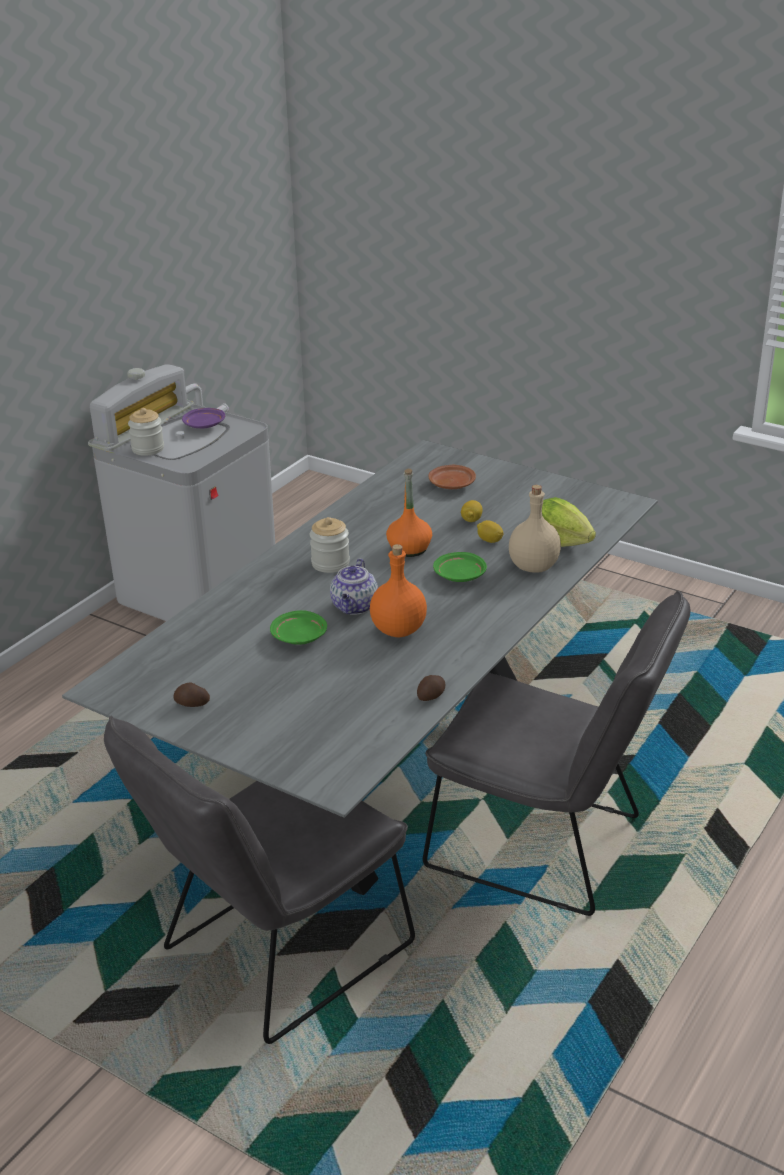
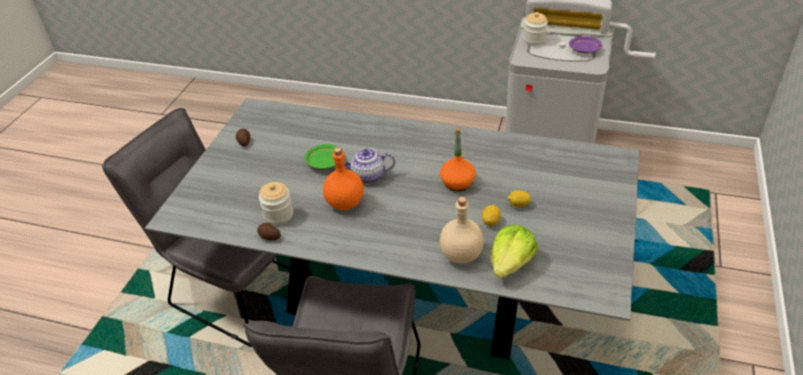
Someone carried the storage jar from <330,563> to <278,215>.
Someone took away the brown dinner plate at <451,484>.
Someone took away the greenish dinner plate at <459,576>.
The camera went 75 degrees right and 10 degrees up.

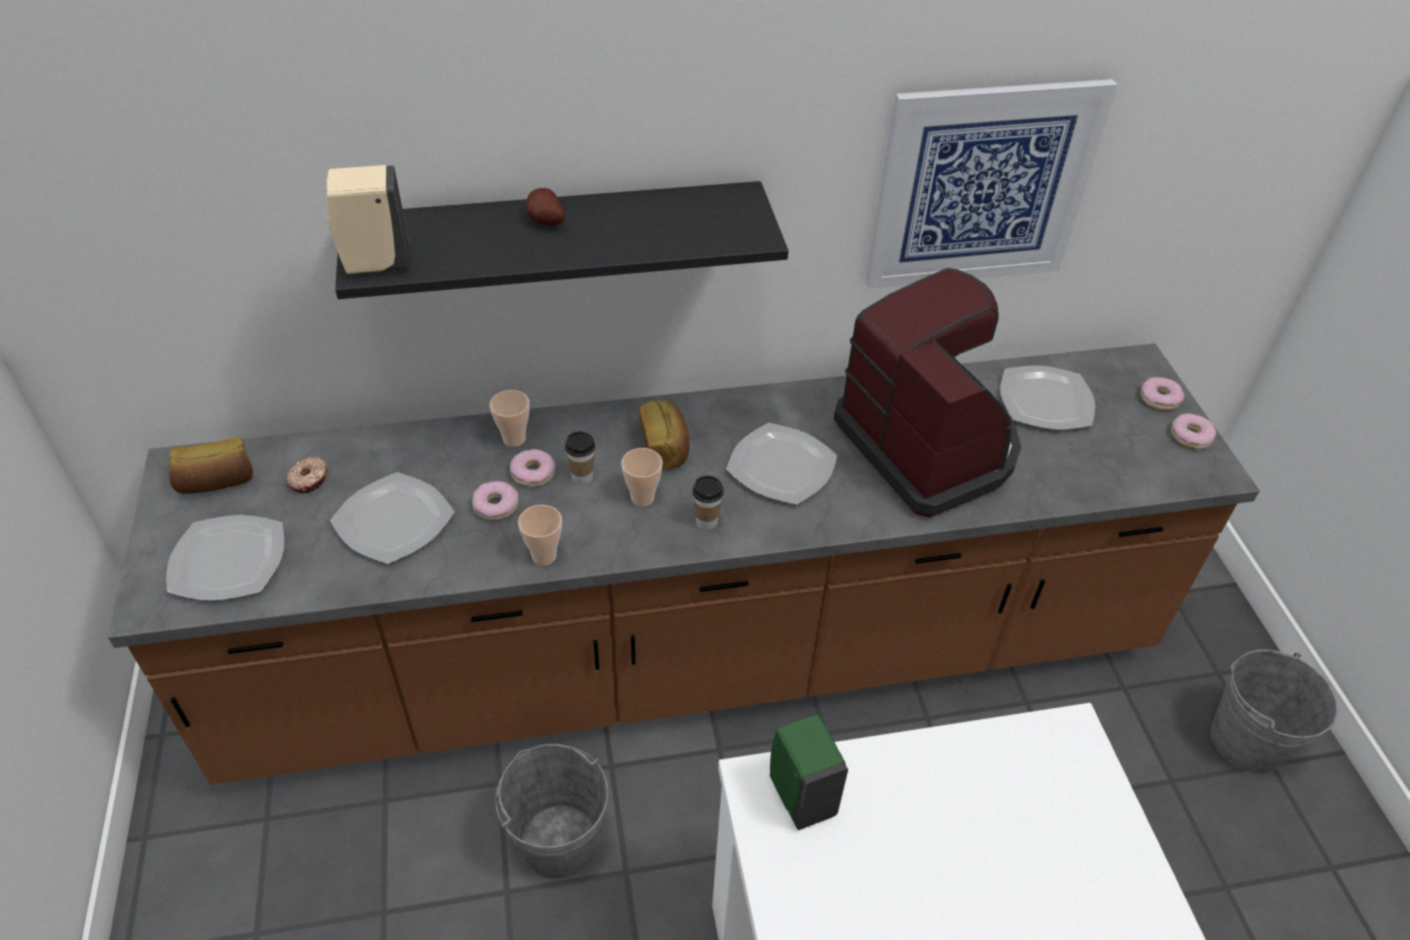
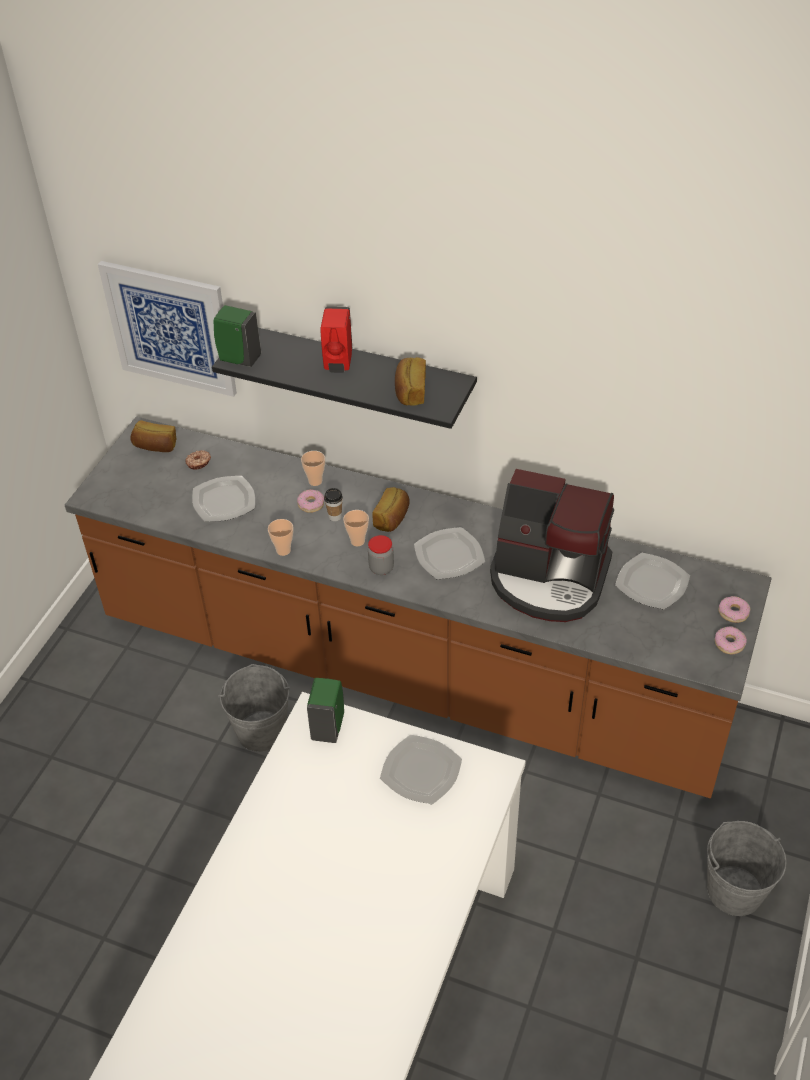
Someone carried the dinner plate from <227,560> to <420,770>.
Someone repainted the beige-coloured liquid soap bottle at <374,264>, which became the greenish liquid soap bottle at <239,359>.
Someone took away the donut at <496,506>.
Someone swapped the whole potato at <544,222> for the reddish liquid soap bottle at <338,363>.
Someone swapped the small cup at <706,521> for the storage jar at <381,568>.
Someone rotated the coffee machine at <929,445> by 105 degrees clockwise.
Someone carried the wall picture from <982,186> to <170,328>.
Someone put down the bread at <410,391>.
The camera went 35 degrees right and 0 degrees up.

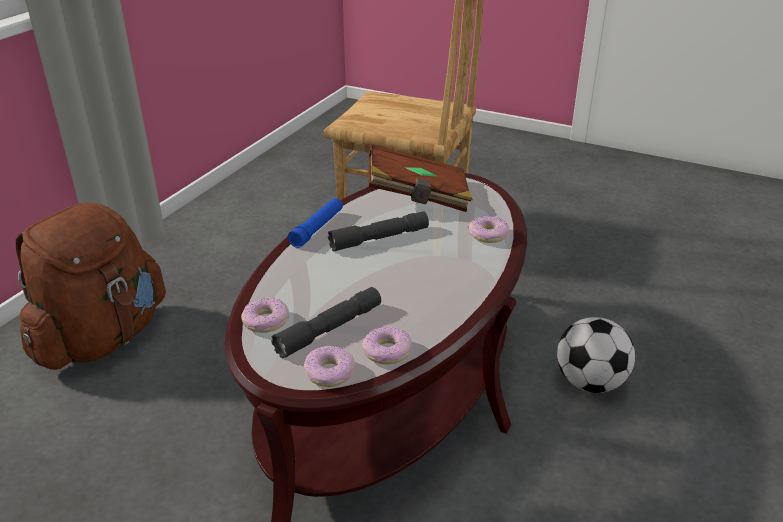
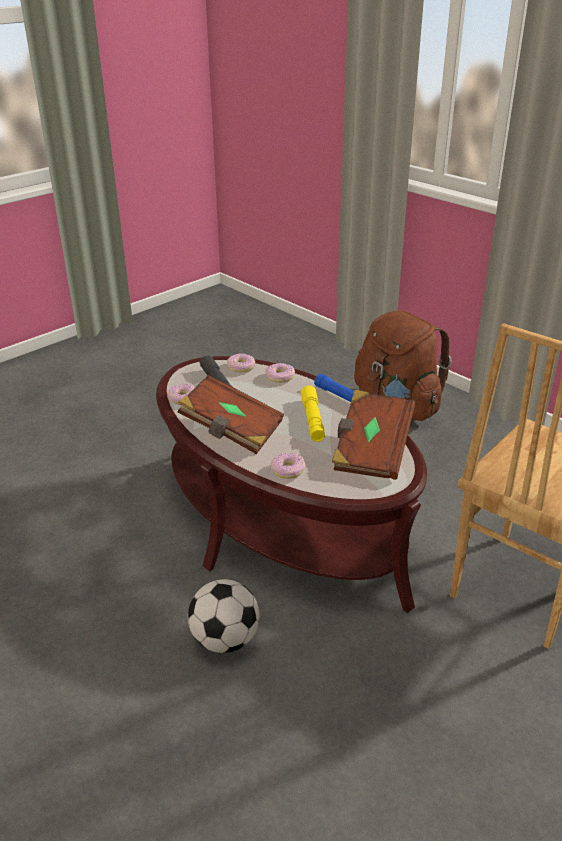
Someone carried the donut from <330,372> to <280,377>.
Someone repainted the greyish torch at <379,238>, which became the yellow torch at <312,420>.
Someone put down the brown volume at <231,430>.
The camera went 110 degrees right and 0 degrees up.

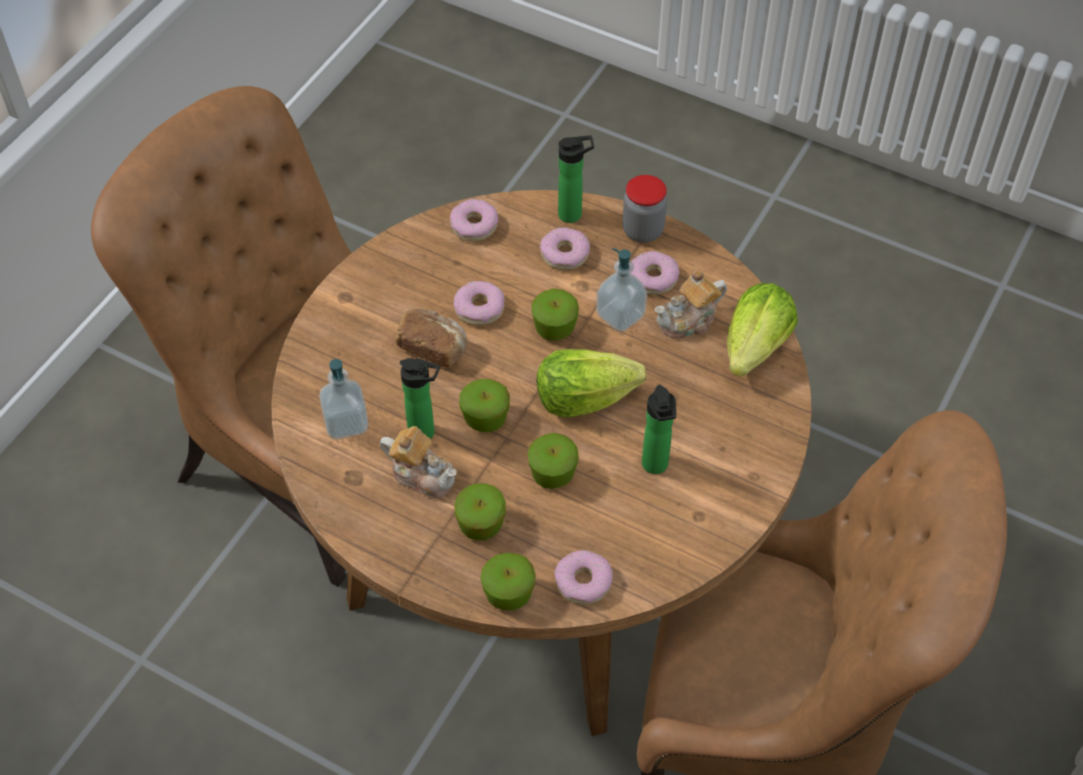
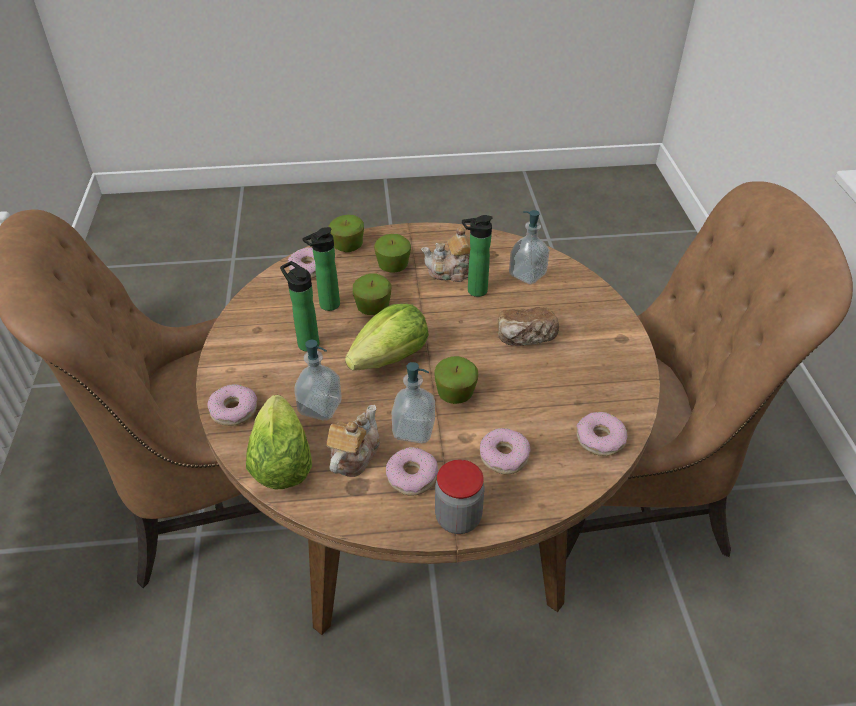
Someone carried the donut from <479,309> to <234,410>.
Someone took away the apple fruit at <485,419>.
Someone carried the bottle from <573,214> to <327,306>.
Someone put down the liquid soap bottle at <320,407>.
The camera went 145 degrees right and 10 degrees down.

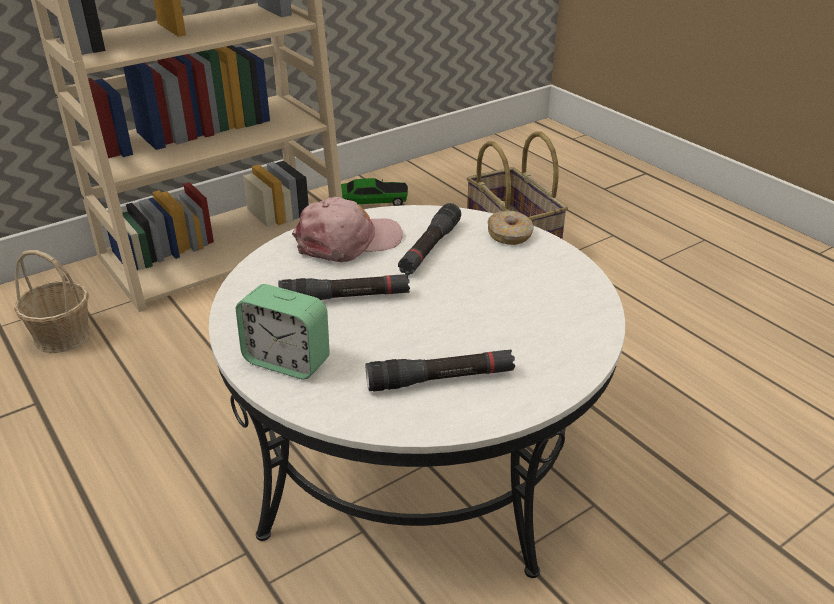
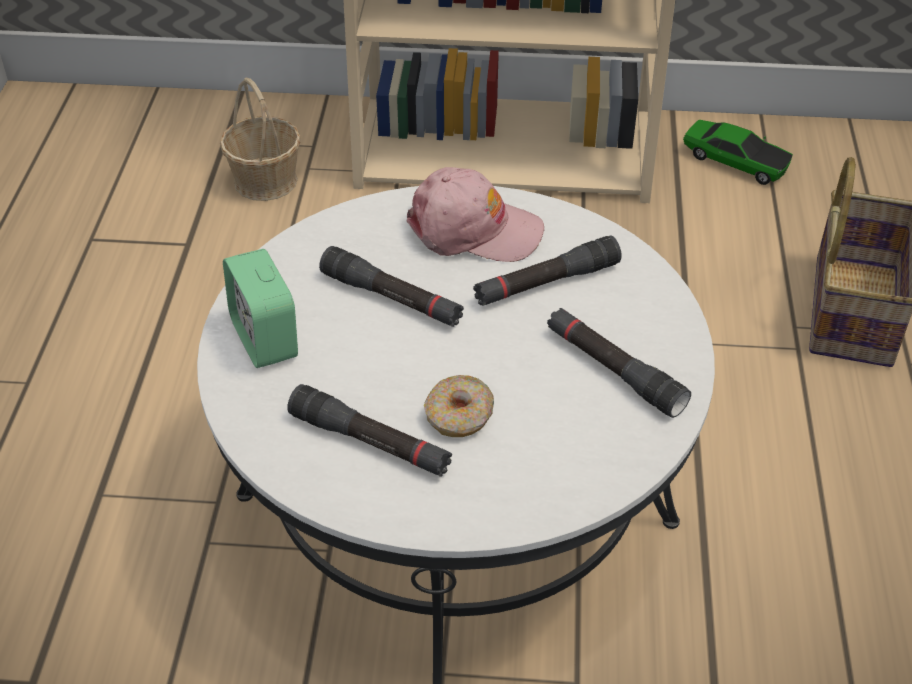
Someone carried the donut from <510,235> to <459,416>.
Someone put down the black-coloured torch at <614,370>.
The camera went 40 degrees right and 10 degrees up.

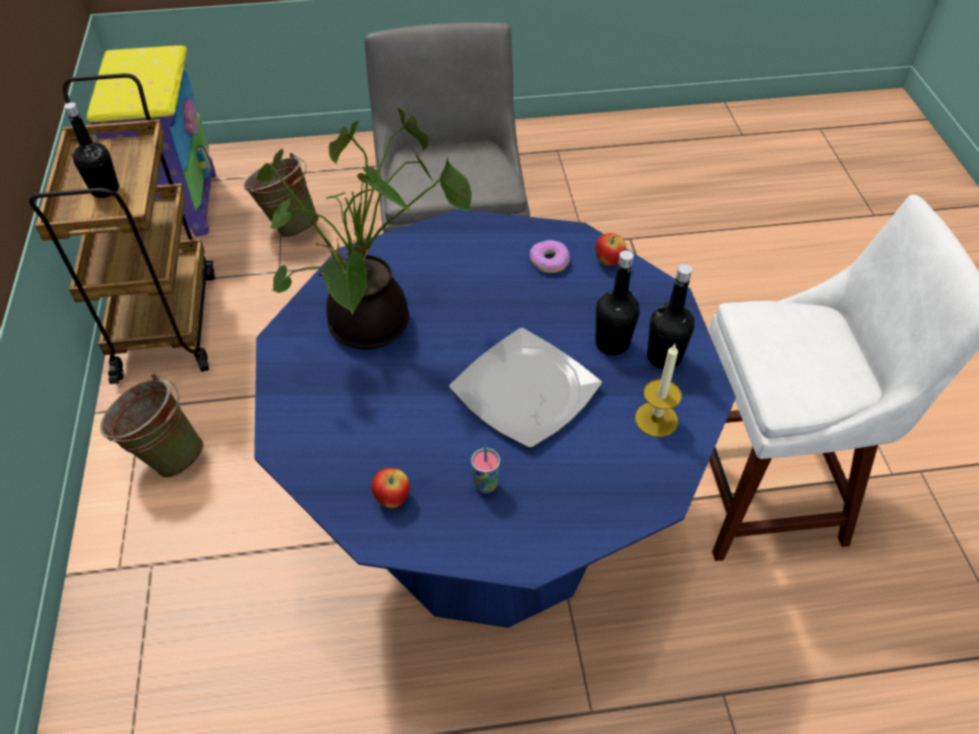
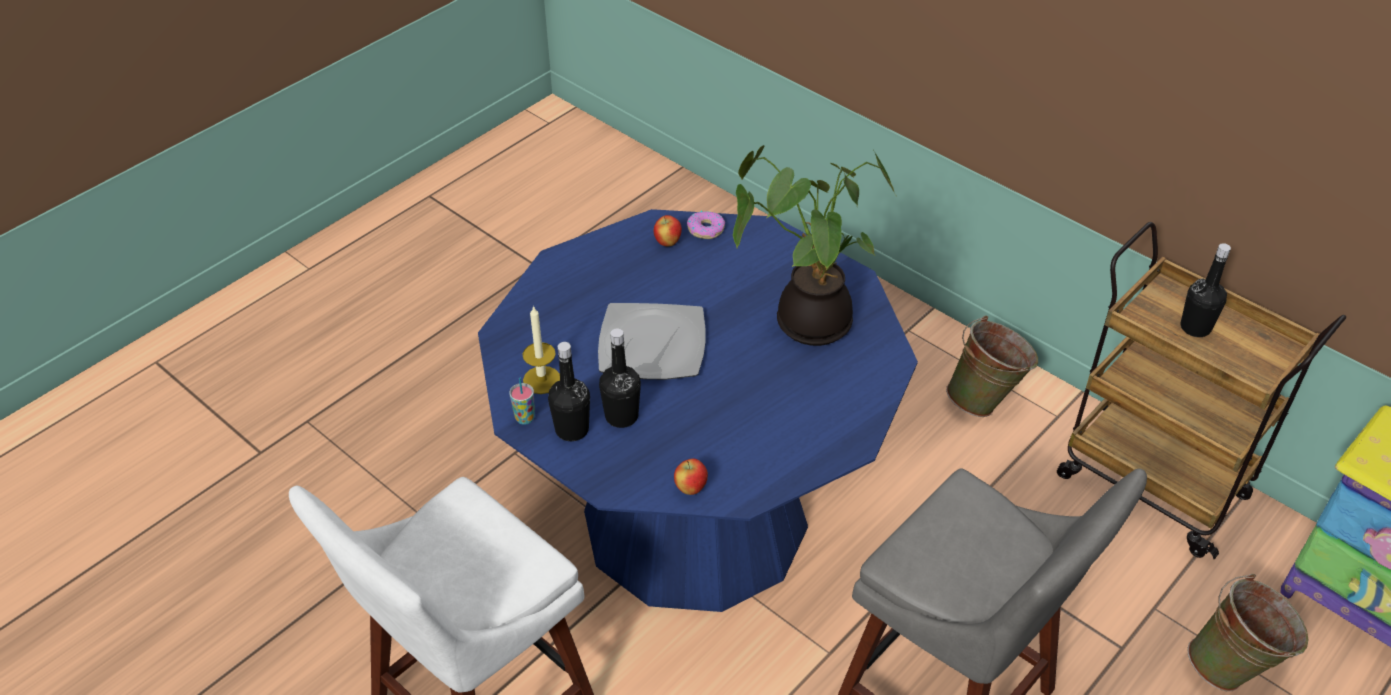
Someone carried the small cup from <485,485> to <525,418>.
Someone carried the donut from <549,261> to <706,229>.
The camera went 140 degrees right and 5 degrees down.

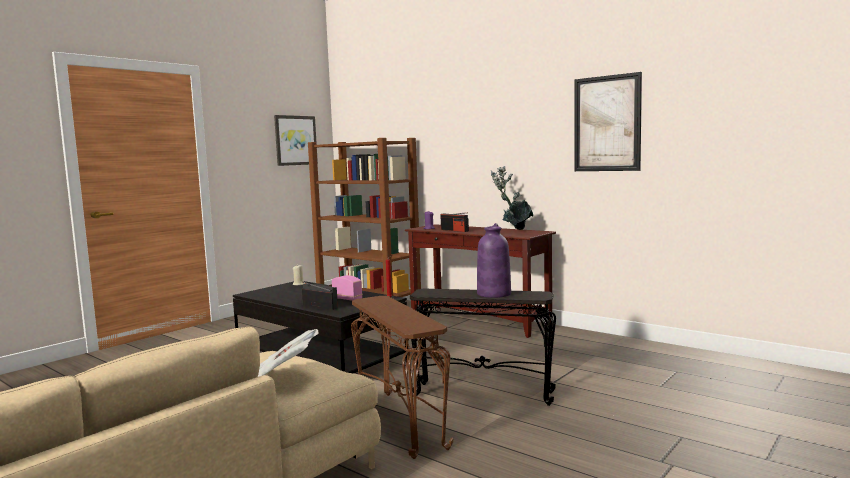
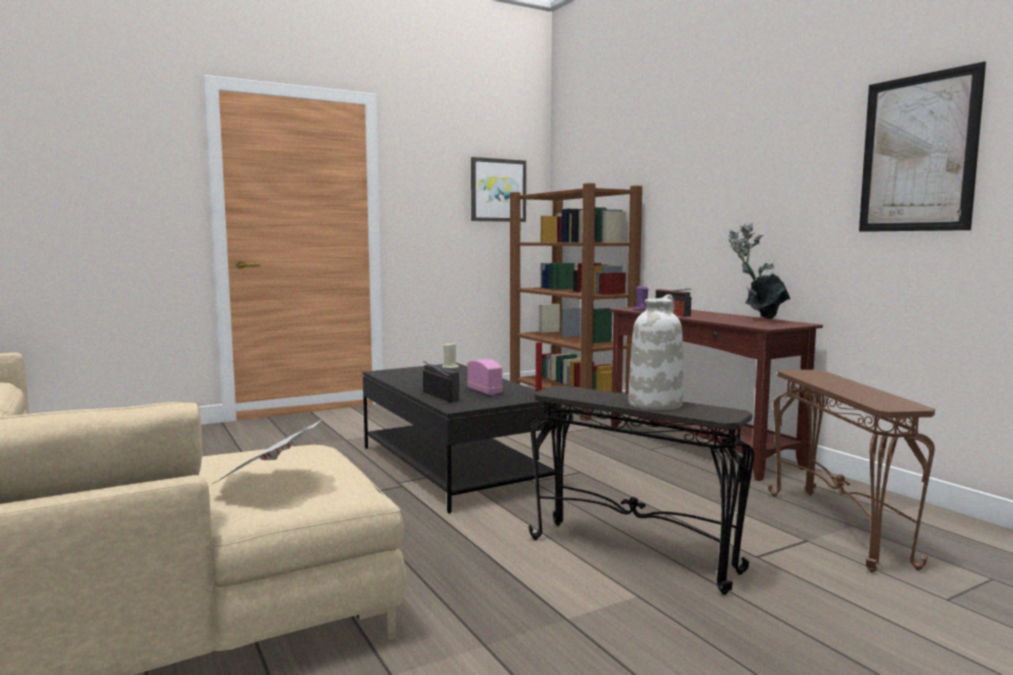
Someone carried the brown end table from <399,423> to <836,528>.
Someone repainted the purple flower vase at <493,293>, which became the white-coloured flower vase at <655,404>.
The camera went 20 degrees right and 0 degrees up.

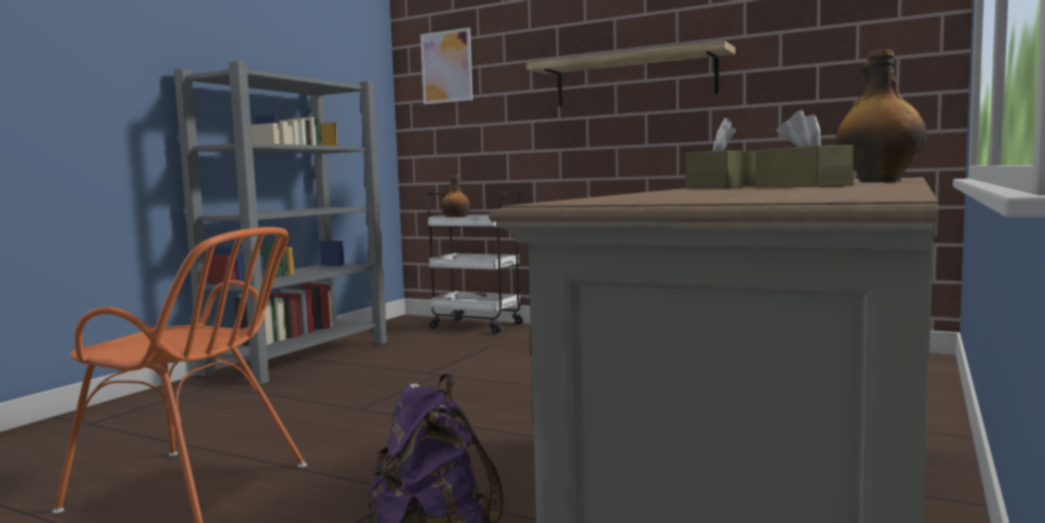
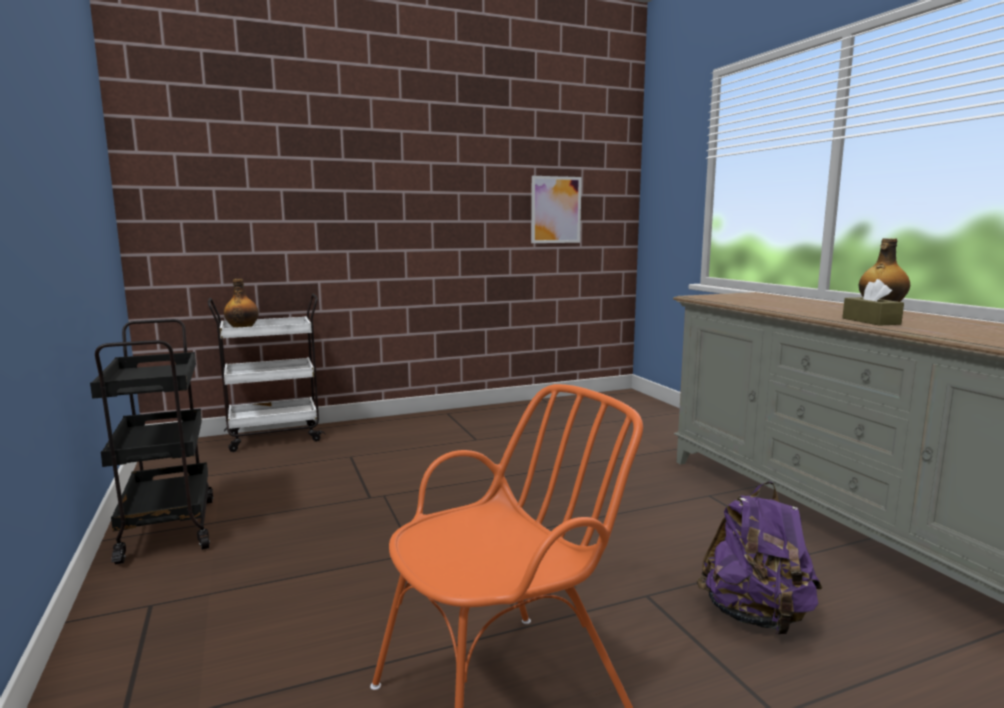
Someone swapped the greyish bookshelf at <300,357> for the black-coloured trolley at <168,529>.
Someone carried the wall picture from <446,67> to <556,210>.
Someone took away the bracket shelf at <634,79>.
Someone took away the brown tissue holder at <802,186>.
The camera went 50 degrees left and 5 degrees up.

